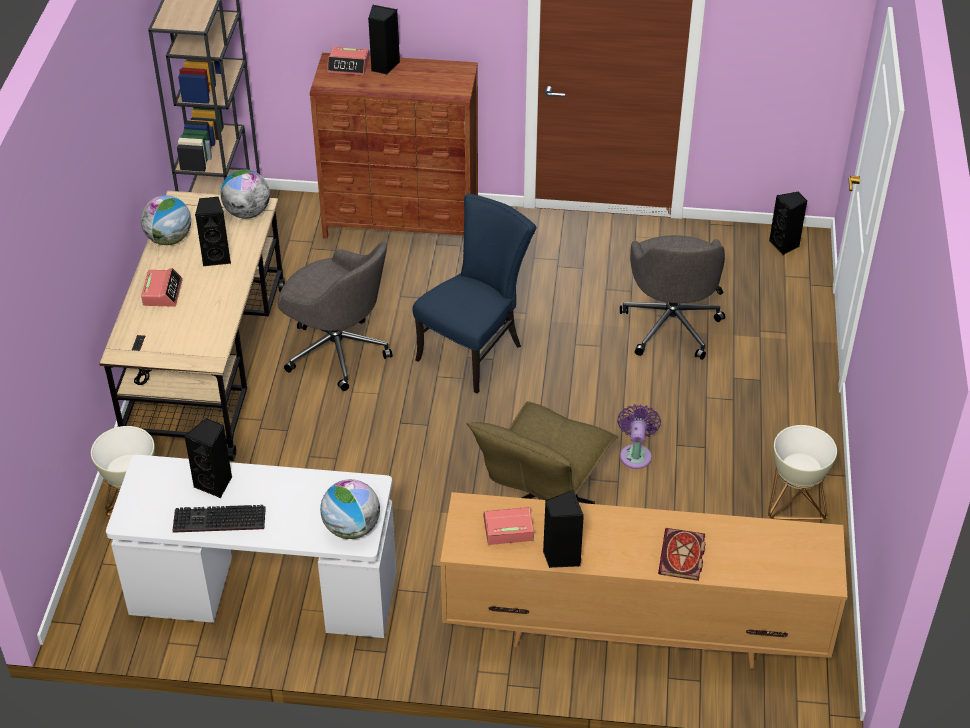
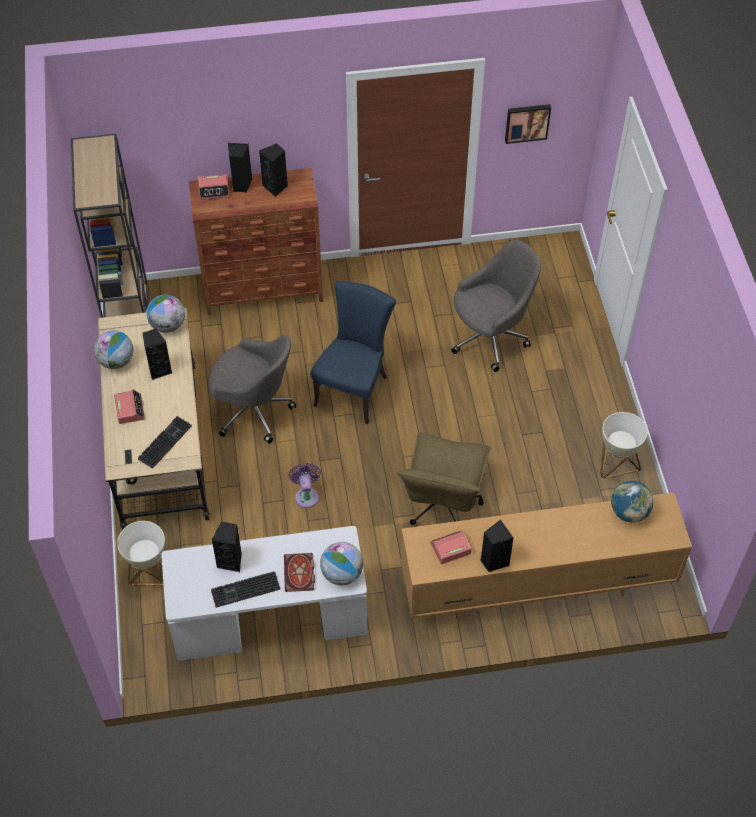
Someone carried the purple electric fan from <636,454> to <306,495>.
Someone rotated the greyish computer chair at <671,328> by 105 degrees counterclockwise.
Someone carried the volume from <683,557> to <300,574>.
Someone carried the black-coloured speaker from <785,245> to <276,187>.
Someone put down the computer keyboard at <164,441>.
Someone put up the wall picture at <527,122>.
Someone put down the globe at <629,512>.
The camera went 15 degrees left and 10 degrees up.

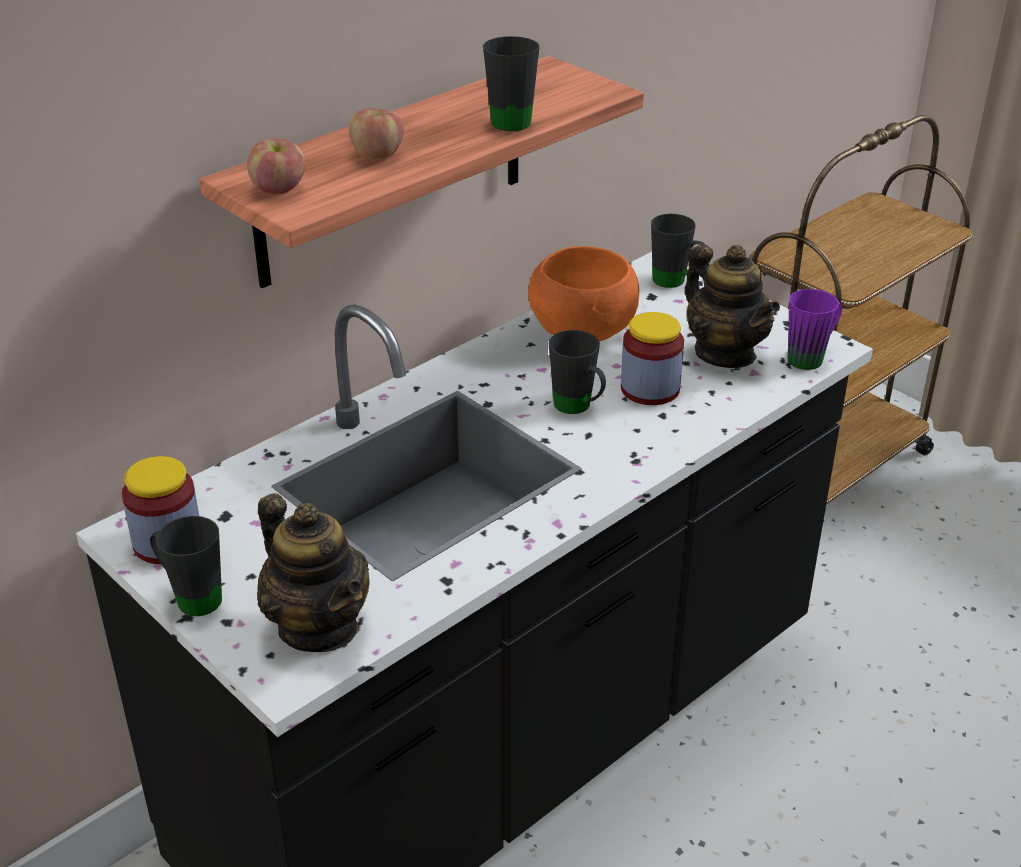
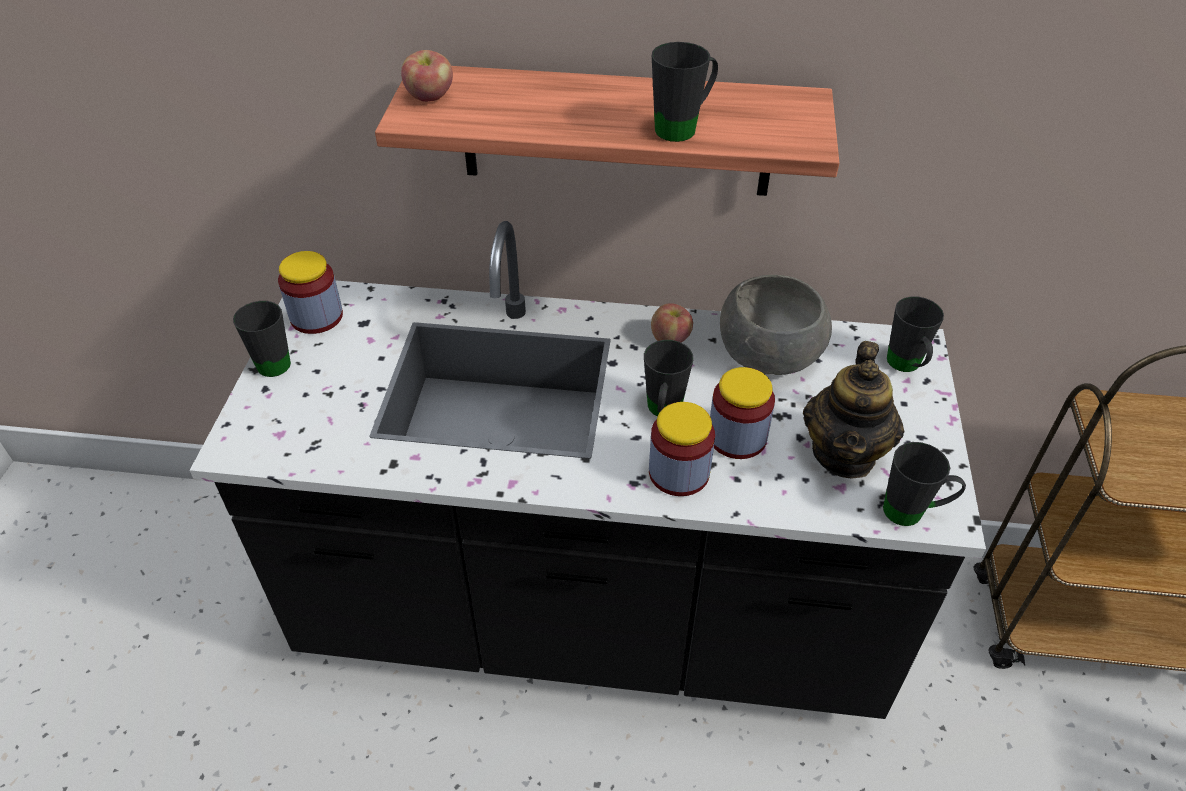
Someone took away the teapot at <319,626>.
Someone carried the apple fruit from <377,155> to <670,338>.
Someone repainted the orange-coloured bowl at <583,329>, which became the greyish bowl at <768,354>.
Someone repainted the purple coffee mug at <811,357>, which became the black-coloured coffee mug at <913,513>.
Someone put down the storage jar at <679,473>.
The camera went 50 degrees right and 10 degrees up.

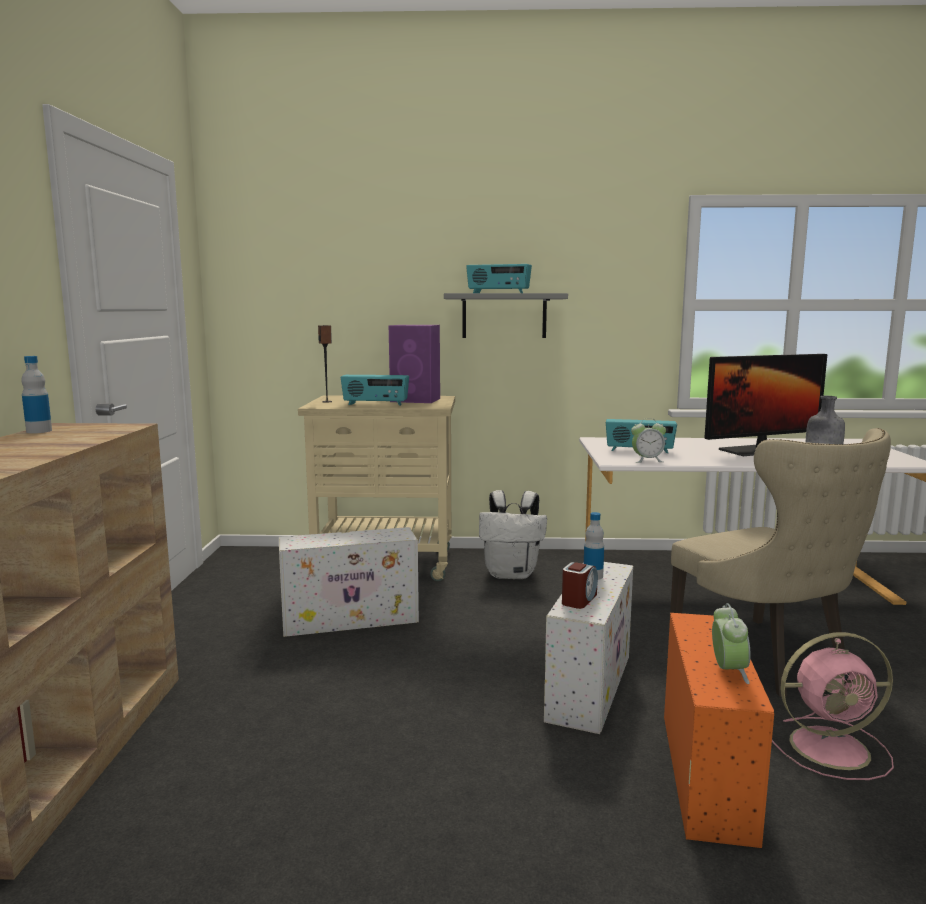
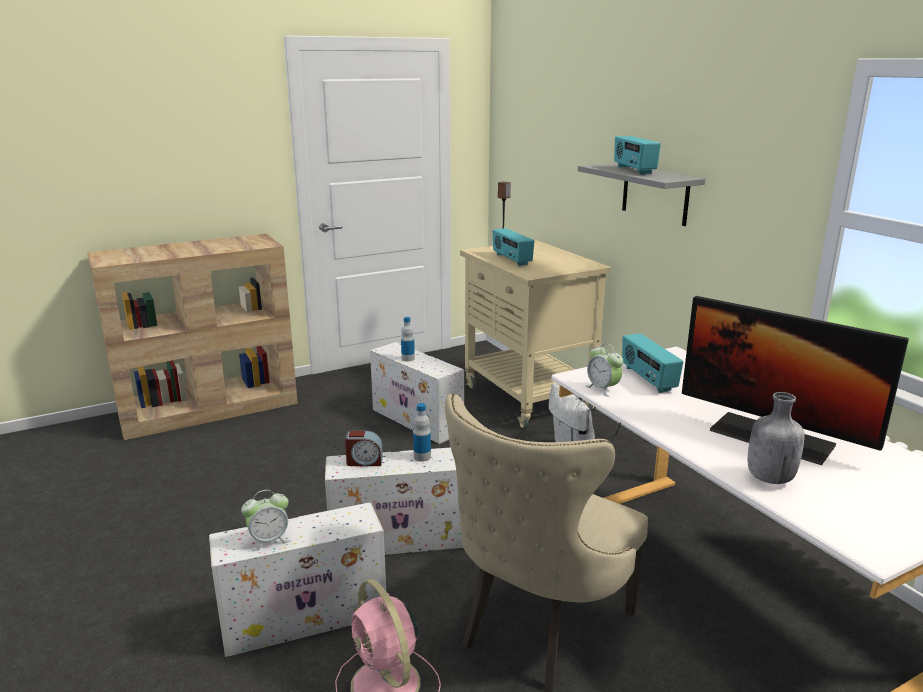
Someone carried the bottle from <39,431> to <408,358>.
Someone took away the purple speaker at <416,400>.
Someone repainted the orange-coloured storage bin at <705,772>, which became the white-coloured storage bin at <307,617>.
The camera went 60 degrees right and 10 degrees up.

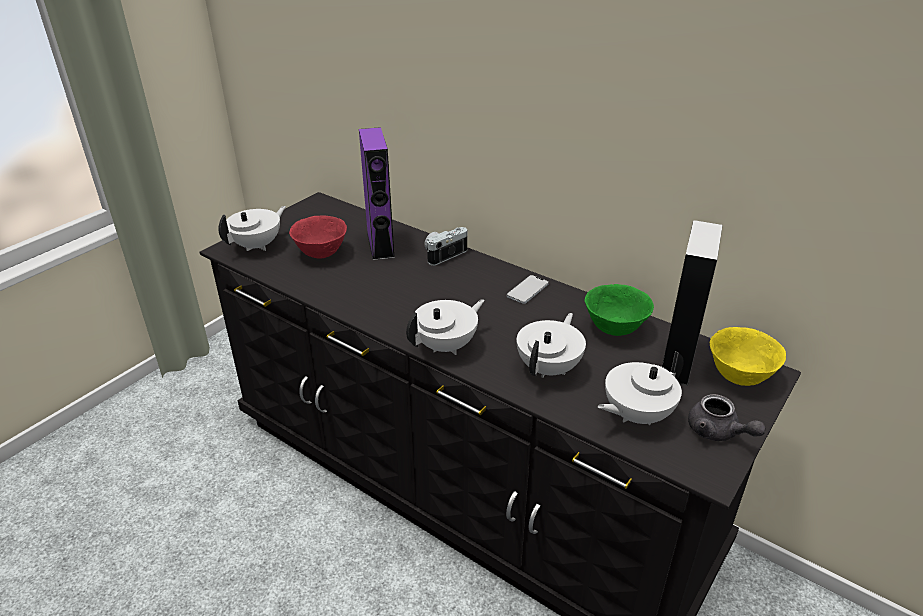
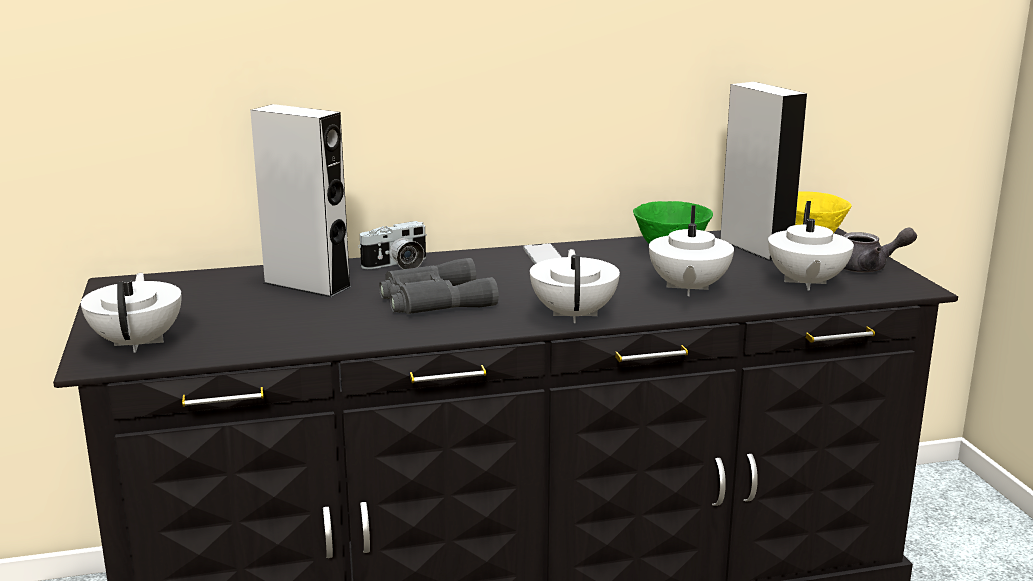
Someone took away the reddish bowl at <321,253>.
Someone repainted the purple speaker at <380,245>, which became the greyish speaker at <307,285>.
Someone rotated the photo camera at <443,254> by 120 degrees counterclockwise.
Someone rotated the white-coloured teapot at <549,368> by 150 degrees counterclockwise.
Someone put down the greyish pair of binoculars at <433,300>.
The camera went 50 degrees left and 15 degrees down.

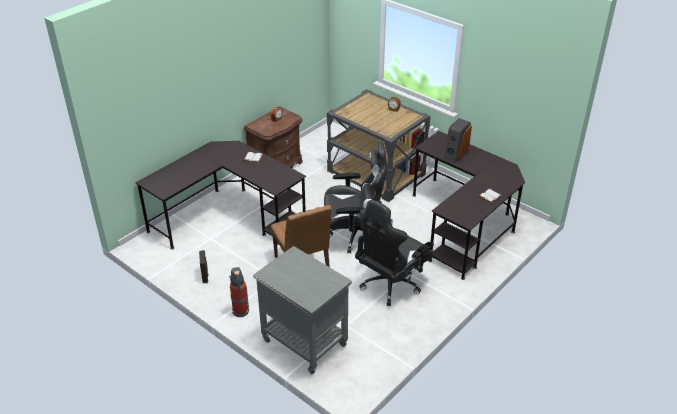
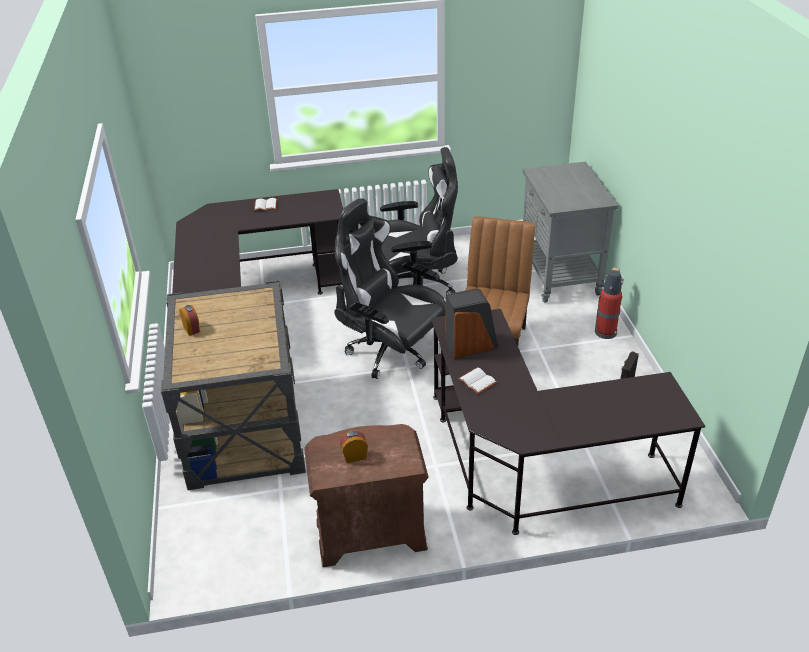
Someone carried the speaker from <455,154> to <471,345>.
The camera went 140 degrees left and 0 degrees up.

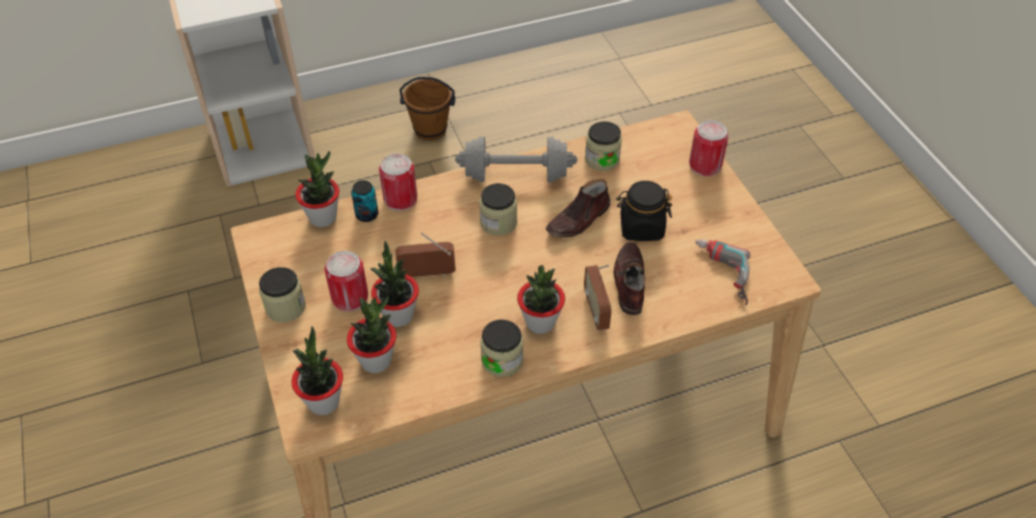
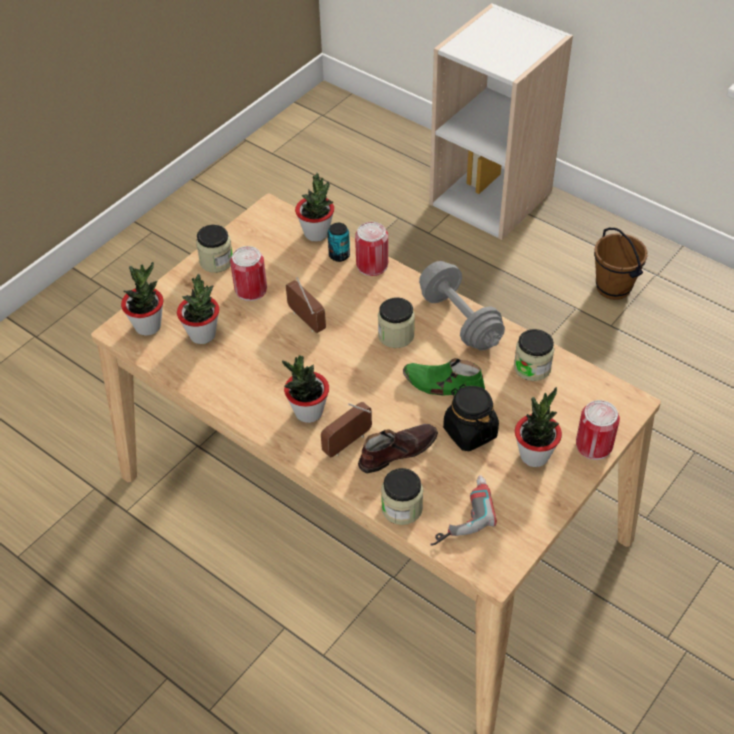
Someone carried the plant in a pot from <398,315> to <534,455>.
Someone carried the storage jar from <502,360> to <402,508>.
Someone repainted the brown low shoe at <579,220>, which became the greenish low shoe at <443,385>.
The camera went 60 degrees right and 0 degrees up.

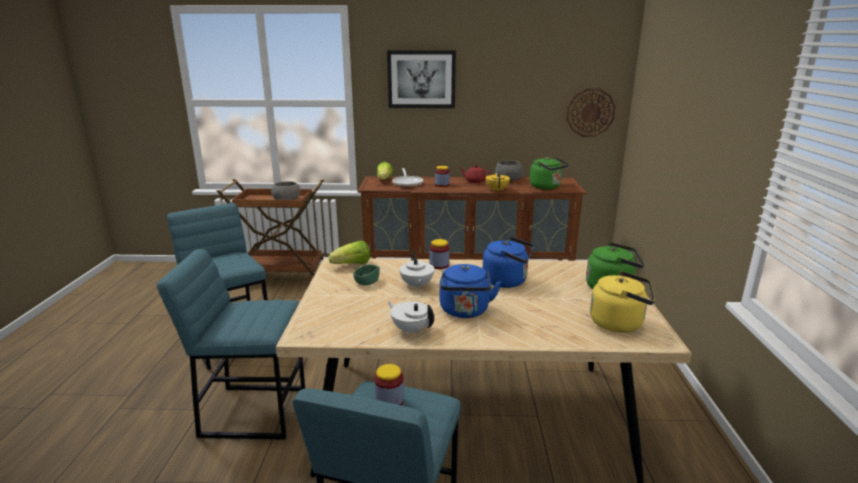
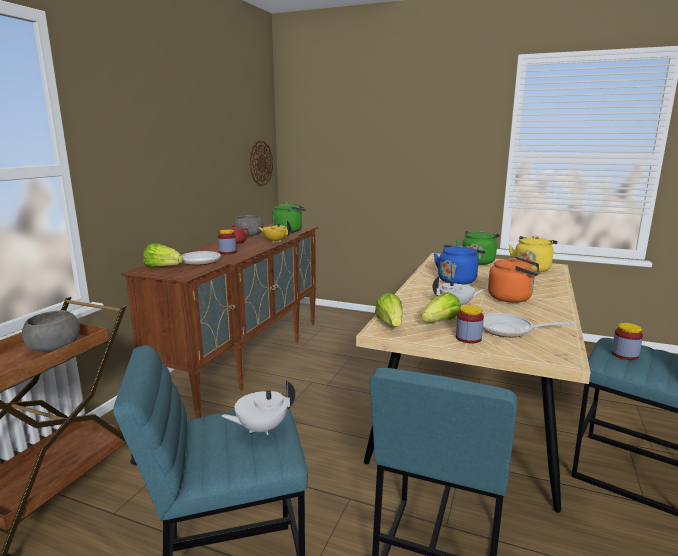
Someone swapped the greenish bowl at <367,282> for the lettuce at <440,322>.
Someone took away the wall picture at <421,79>.
Someone carried the white-coloured teapot from <411,329> to <261,428>.
Someone carried the storage jar from <439,265> to <468,338>.
Someone repainted the blue kettle at <465,311>, which became the orange-coloured kettle at <512,298>.
Someone put down the frying pan at <510,330>.
The camera went 70 degrees left and 5 degrees down.

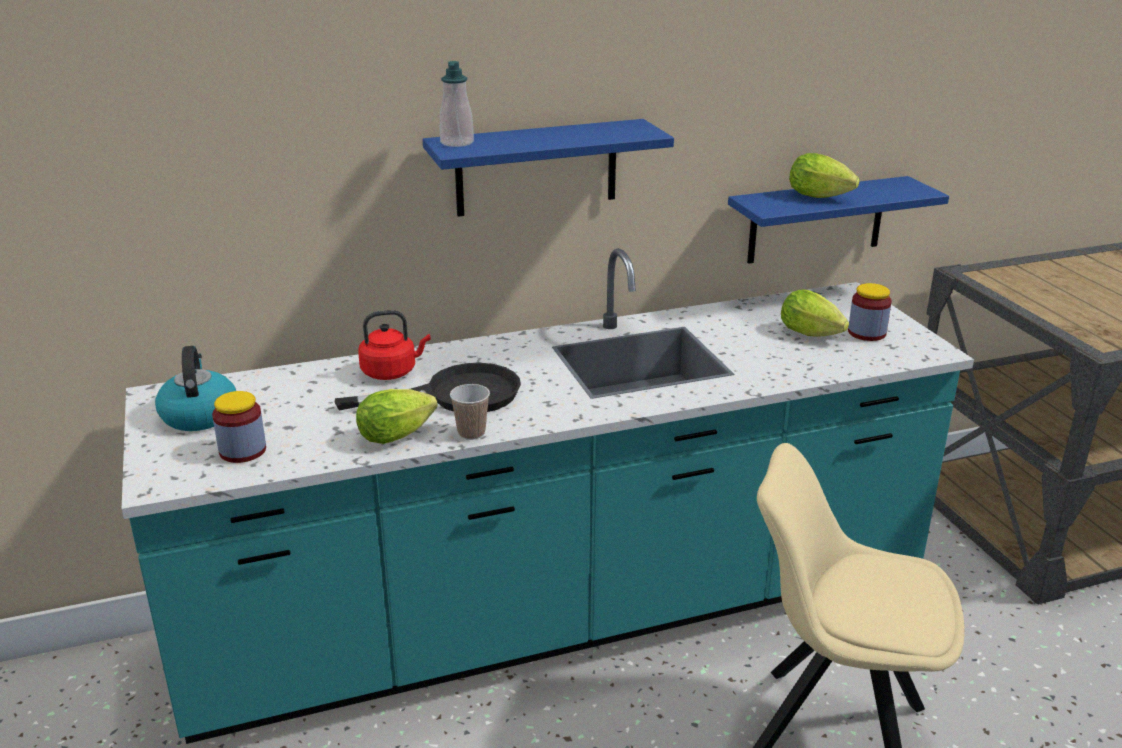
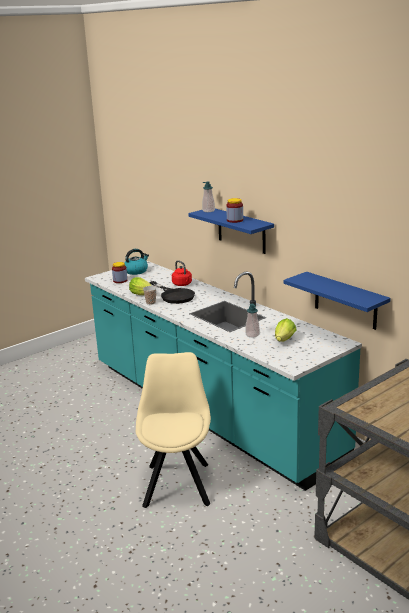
Someone took away the lettuce at <822,197>.
Someone carried the storage jar from <866,333> to <235,220>.
Someone put down the liquid soap bottle at <252,334>.
The camera went 70 degrees right and 5 degrees down.

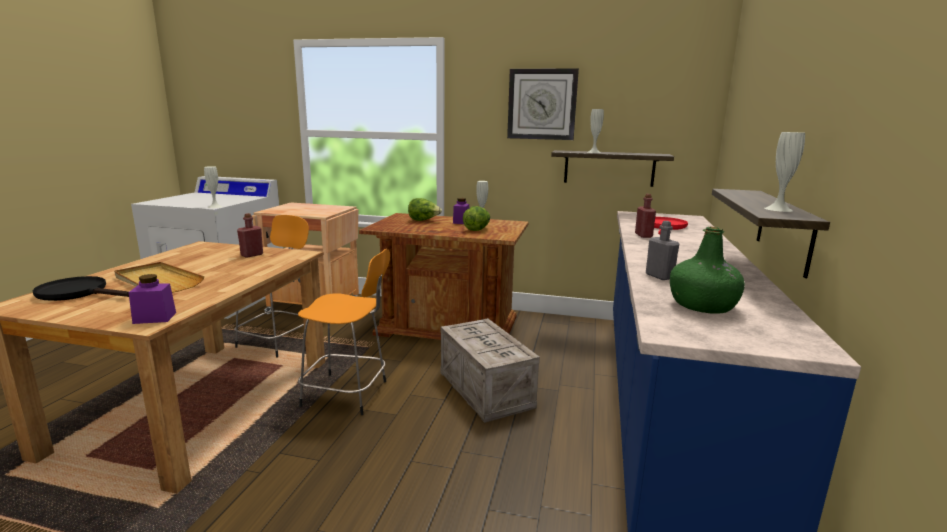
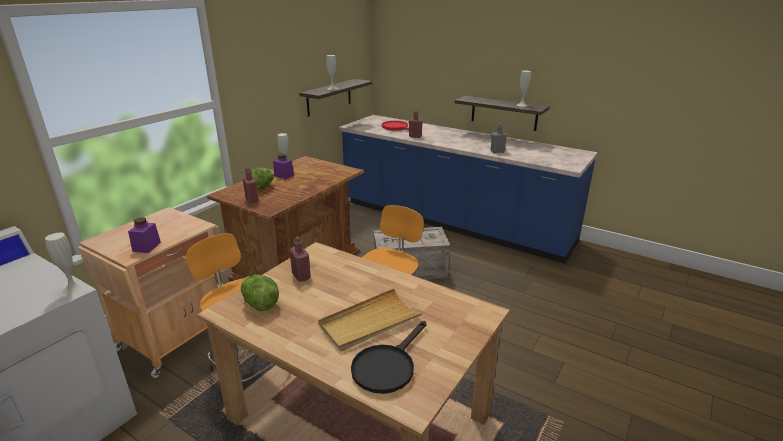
Someone carried the purple storage jar from <155,318> to <146,247>.
Someone carried the lettuce from <477,229> to <260,304>.
Someone took away the clock on the wall at <542,104>.
Someone took away the greenish bottle at <703,306>.
Someone put down the reddish bottle at <252,200>.
The camera went 70 degrees left and 10 degrees up.

